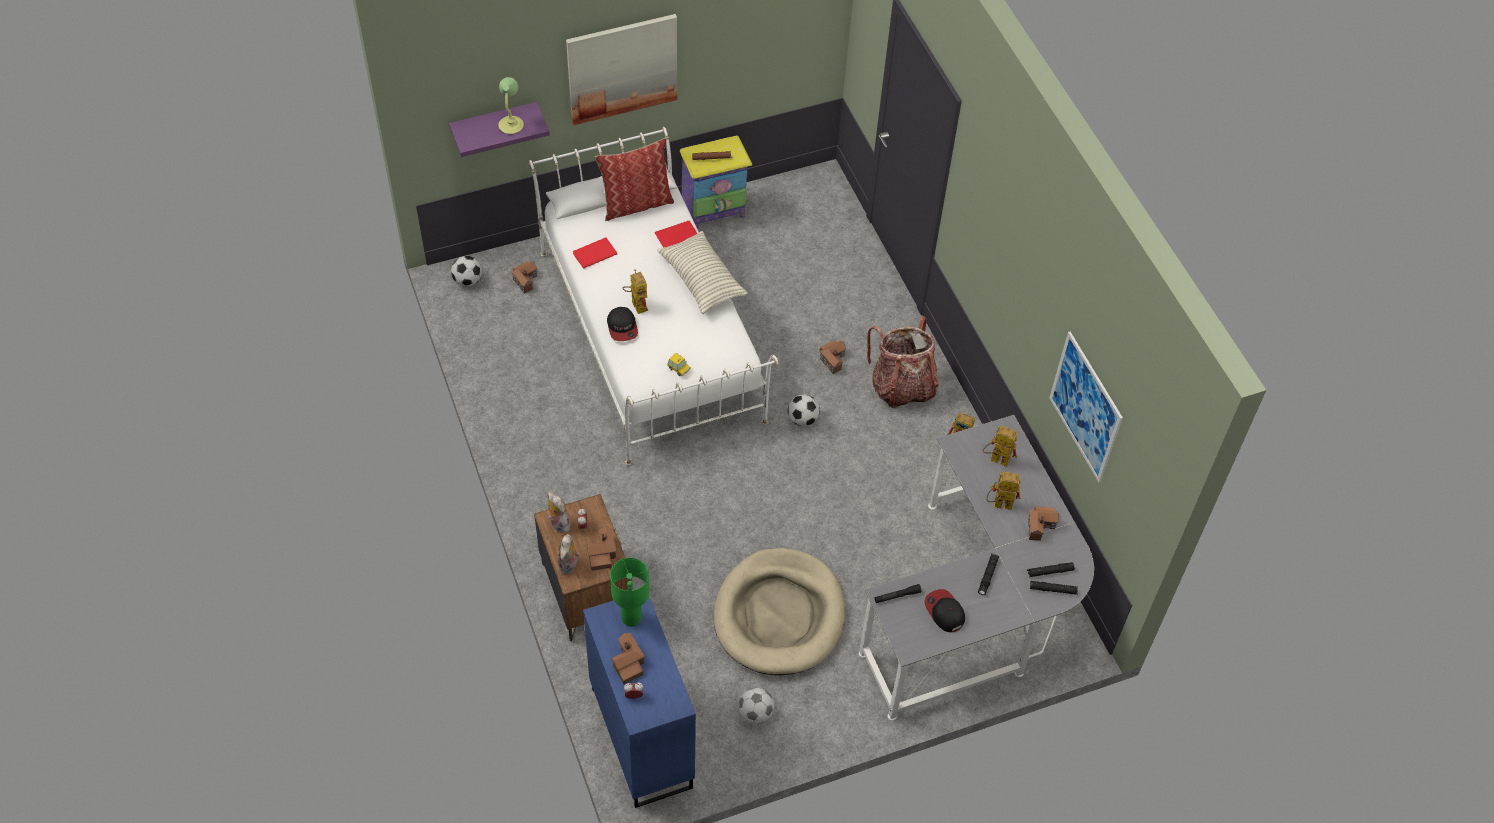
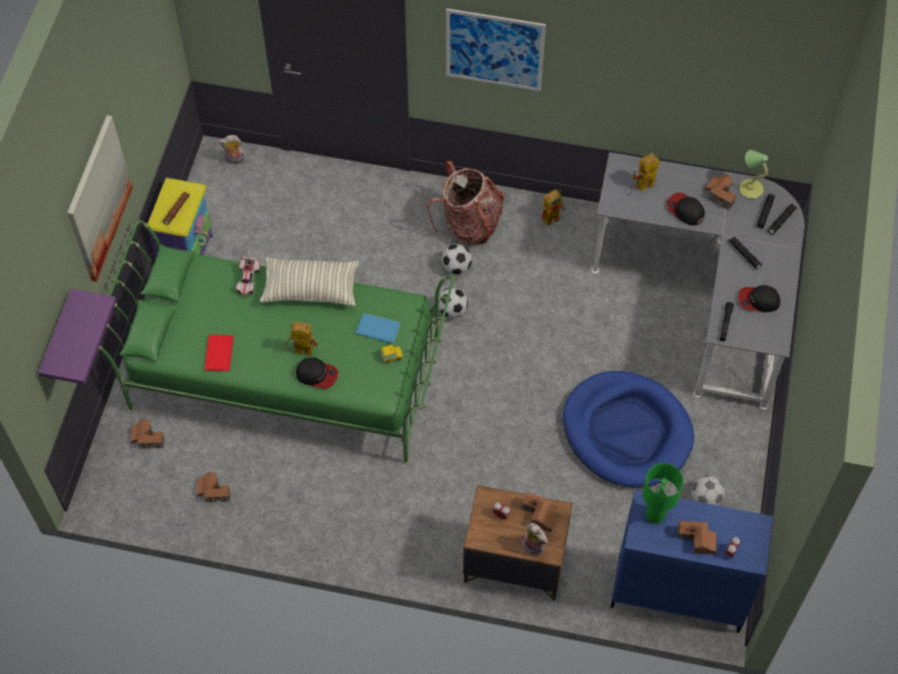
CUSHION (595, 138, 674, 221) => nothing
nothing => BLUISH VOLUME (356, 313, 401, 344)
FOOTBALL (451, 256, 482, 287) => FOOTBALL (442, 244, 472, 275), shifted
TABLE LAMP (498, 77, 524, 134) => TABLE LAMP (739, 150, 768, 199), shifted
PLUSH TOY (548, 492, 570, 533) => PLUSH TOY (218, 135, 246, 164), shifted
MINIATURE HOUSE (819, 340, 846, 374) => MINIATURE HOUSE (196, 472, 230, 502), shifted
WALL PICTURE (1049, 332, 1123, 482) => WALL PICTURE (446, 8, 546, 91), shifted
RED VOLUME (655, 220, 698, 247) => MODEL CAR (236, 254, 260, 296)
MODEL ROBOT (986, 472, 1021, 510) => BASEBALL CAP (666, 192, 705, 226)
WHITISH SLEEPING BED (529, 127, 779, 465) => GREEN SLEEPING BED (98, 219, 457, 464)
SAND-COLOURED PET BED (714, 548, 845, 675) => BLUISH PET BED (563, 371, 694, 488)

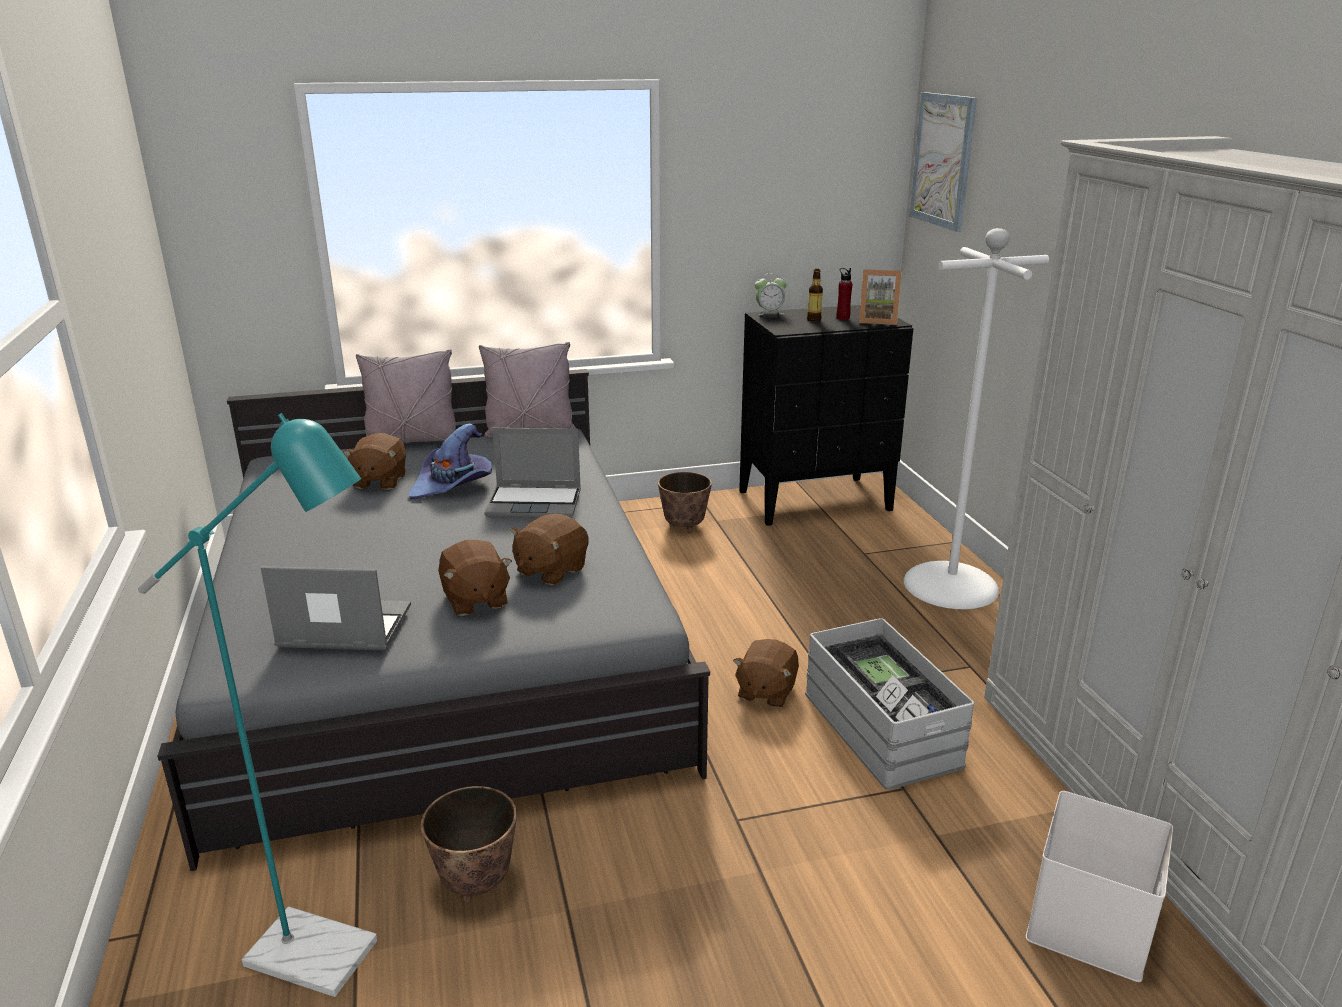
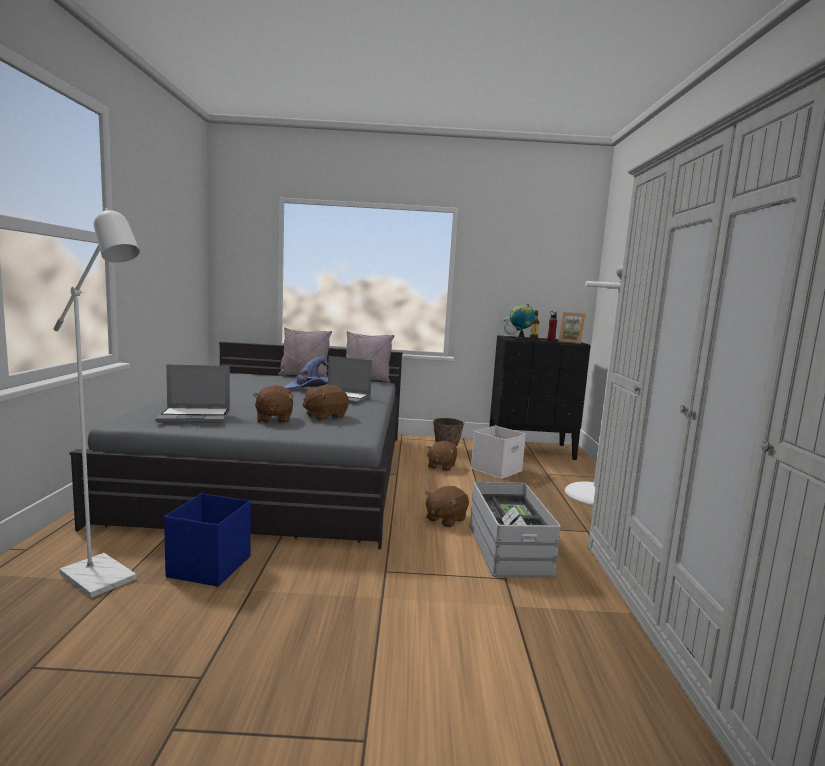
WALL PICTURE (909, 92, 977, 232) => nothing
nothing => DESK GLOBE (510, 304, 535, 340)
BROWN-COLOURED PLUSH TOY (343, 433, 406, 490) => BROWN-COLOURED PLUSH TOY (426, 441, 457, 471), shifted
WHITISH STORAGE BIN (1026, 791, 1173, 982) => WHITISH STORAGE BIN (471, 426, 526, 479), shifted
FLOWER POT (420, 786, 517, 902) => BLUISH STORAGE BIN (164, 493, 251, 587)
BLUE-GREEN STANDARD LAMP (138, 413, 377, 997) => WHITISH STANDARD LAMP (53, 208, 140, 598)
PORTABLE COMPUTER (261, 566, 411, 650) => PORTABLE COMPUTER (155, 364, 230, 423), 150 degrees clockwise

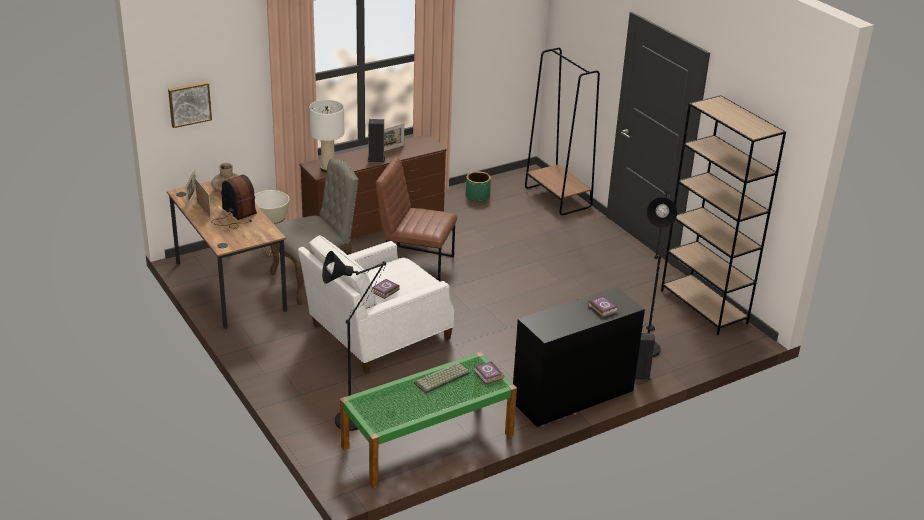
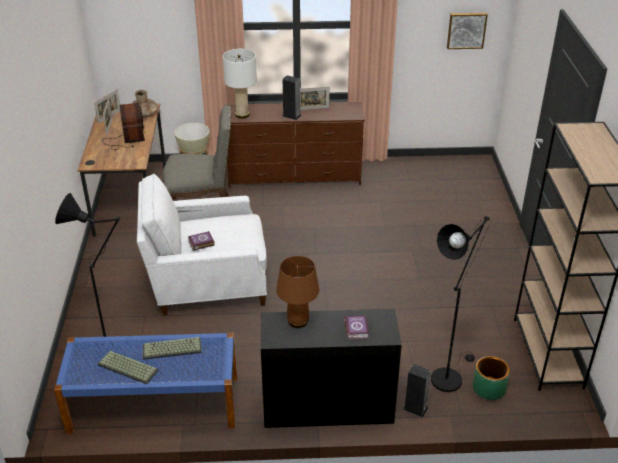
BROWN-COLOURED UPRIGHT CHAIR (376, 158, 457, 282) => nothing
VOLUME (474, 361, 503, 384) => nothing
CLOTHES RACK (525, 48, 600, 215) => nothing
nothing => KEYBOARD (98, 351, 159, 384)
nothing => BROWN-COLOURED TABLE LAMP (276, 256, 319, 328)
WALL PICTURE (168, 82, 212, 128) => WALL PICTURE (447, 13, 488, 49), shifted
GREEN FLOWER POT (466, 171, 491, 201) => GREEN FLOWER POT (473, 356, 510, 400), shifted
GREEN INDOOR BENCH (340, 352, 517, 488) => BLUISH INDOOR BENCH (54, 333, 237, 434)

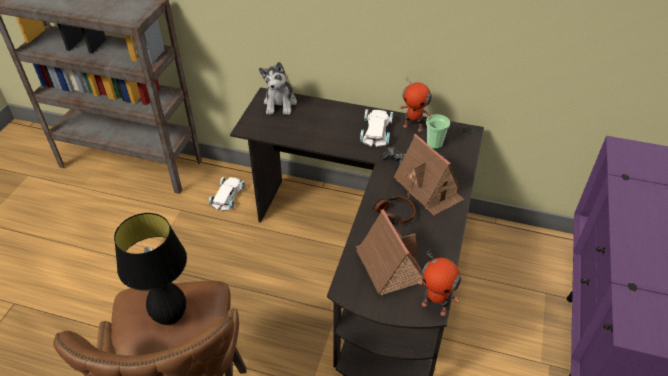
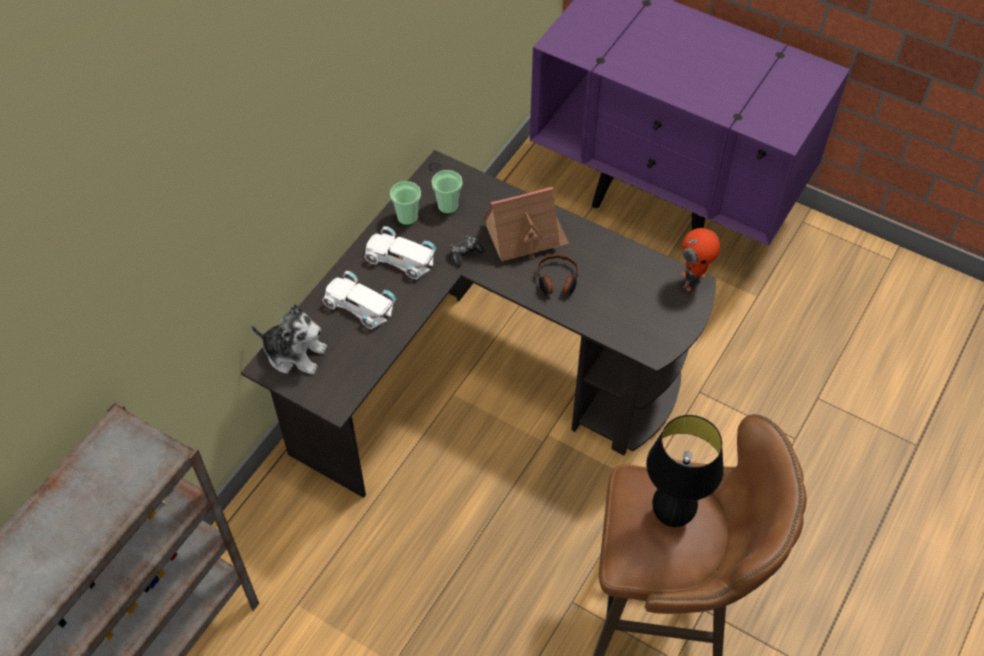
MINIATURE HOUSE (356, 209, 423, 295) => nothing
WHITISH MODEL CAR (209, 177, 245, 211) => WHITISH MODEL CAR (322, 271, 396, 329), shifted
MODEL ROBOT (400, 78, 432, 132) => CUP (390, 181, 421, 225)

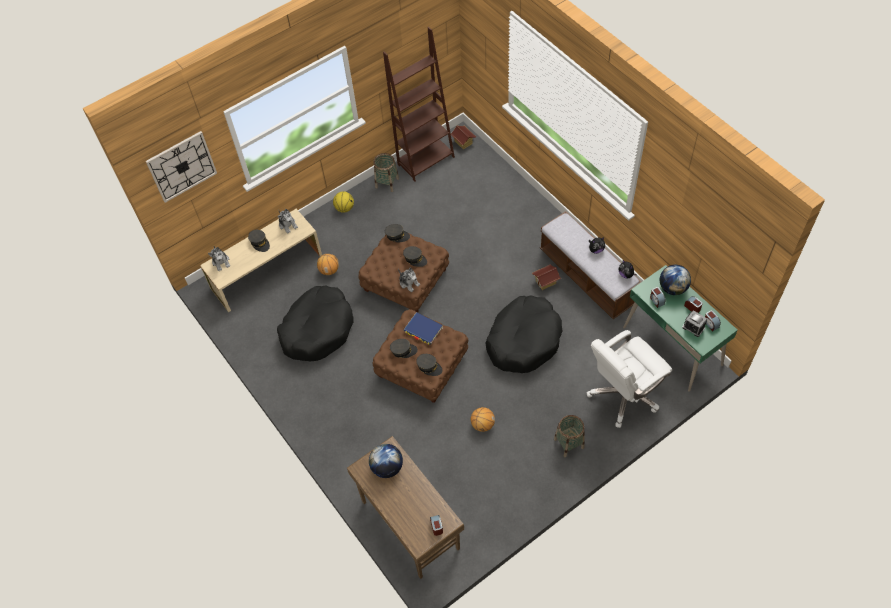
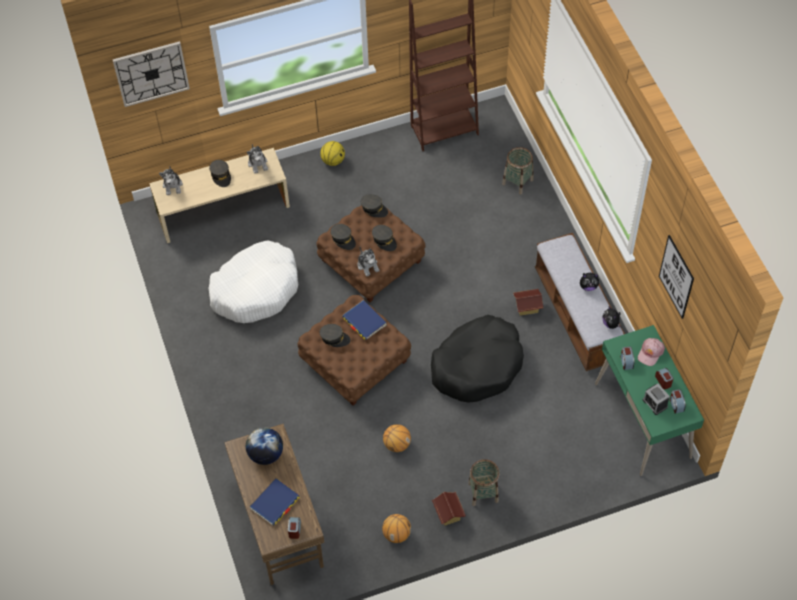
WHITISH COMPUTER CHAIR (587, 330, 672, 428) => nothing
nothing => BLUISH VOLUME (250, 478, 300, 526)
nothing => WALL PICTURE (659, 235, 694, 319)
BASKETBALL (317, 254, 339, 275) => BASKETBALL (382, 514, 411, 543), shifted
STORAGE BASKET (373, 153, 399, 192) => STORAGE BASKET (502, 147, 533, 195), shifted
GRAY BASEBALL CAP (416, 354, 443, 376) => GRAY BASEBALL CAP (330, 224, 356, 250), shifted
MINIATURE HOUSE (451, 125, 476, 149) => MINIATURE HOUSE (432, 492, 466, 526), shifted
DESK GLOBE (660, 265, 691, 295) => PINKISH BASEBALL CAP (638, 338, 665, 366)
BLACK PET BED (277, 285, 354, 362) => WHITISH PET BED (209, 240, 299, 323)

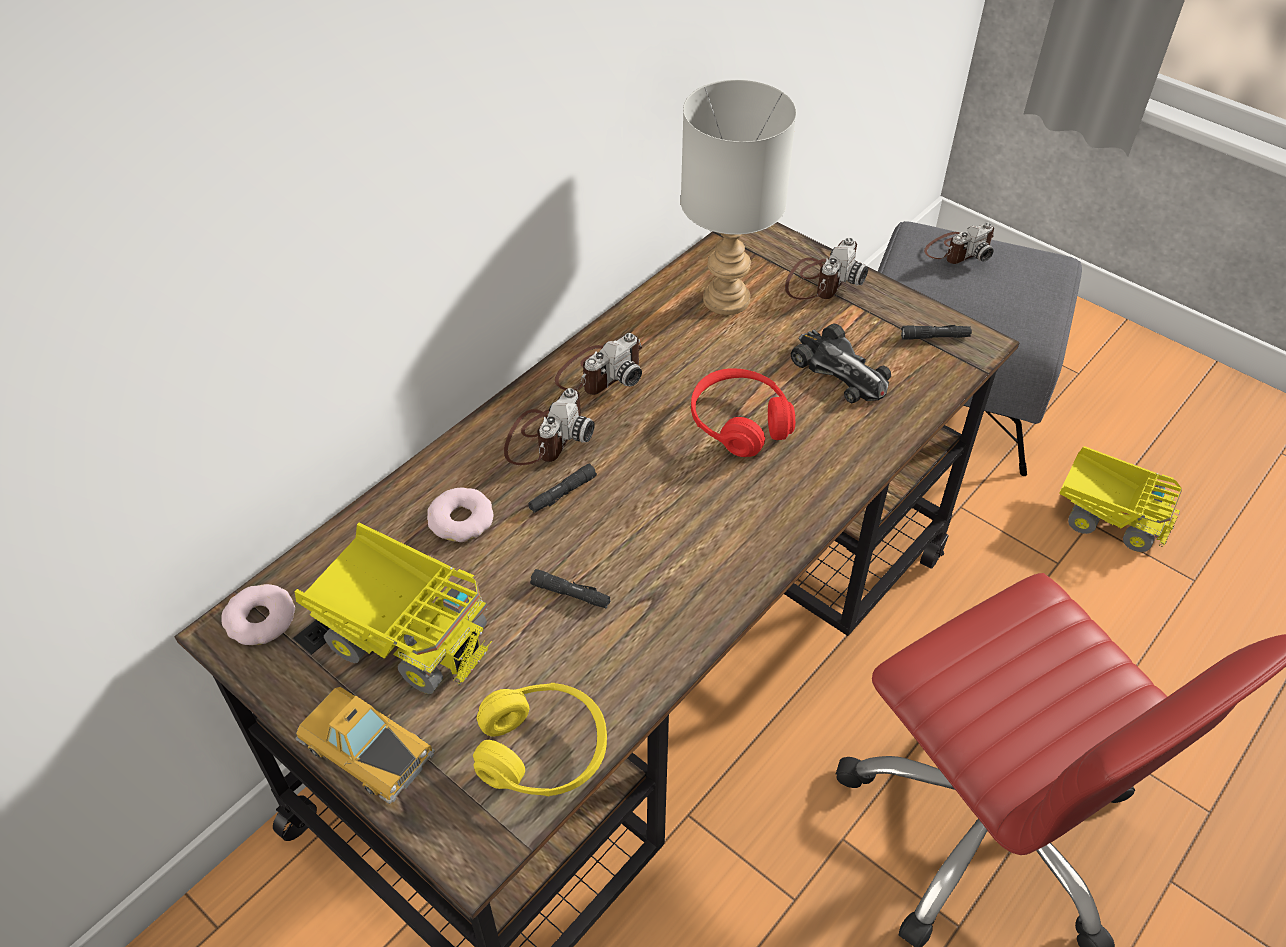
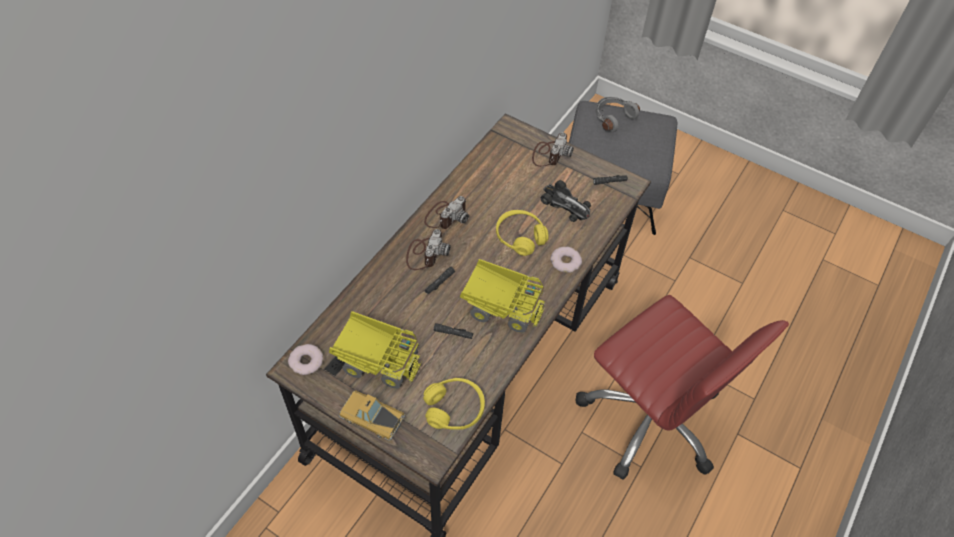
GRAY TABLE LAMP (681, 80, 796, 315) => nothing
RING DOUGHNUT (427, 487, 494, 542) => RING DOUGHNUT (550, 247, 582, 273), shifted
MODEL TRUCK (1059, 446, 1182, 552) => MODEL TRUCK (460, 259, 545, 333), shifted
PHOTO CAMERA (924, 222, 994, 264) => GRAY HEADSET (596, 97, 640, 132)
RED HEADSET (691, 368, 795, 457) => YELLOW HEADSET (496, 210, 549, 256)

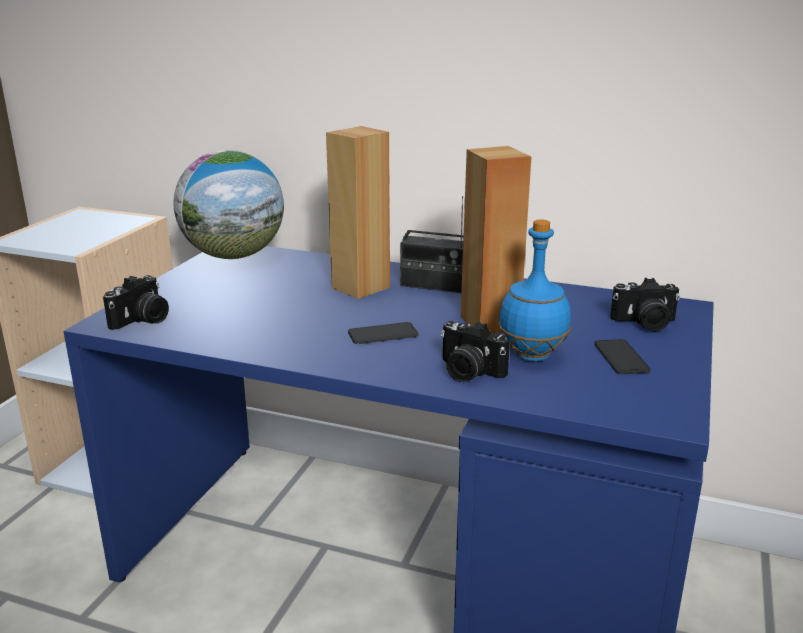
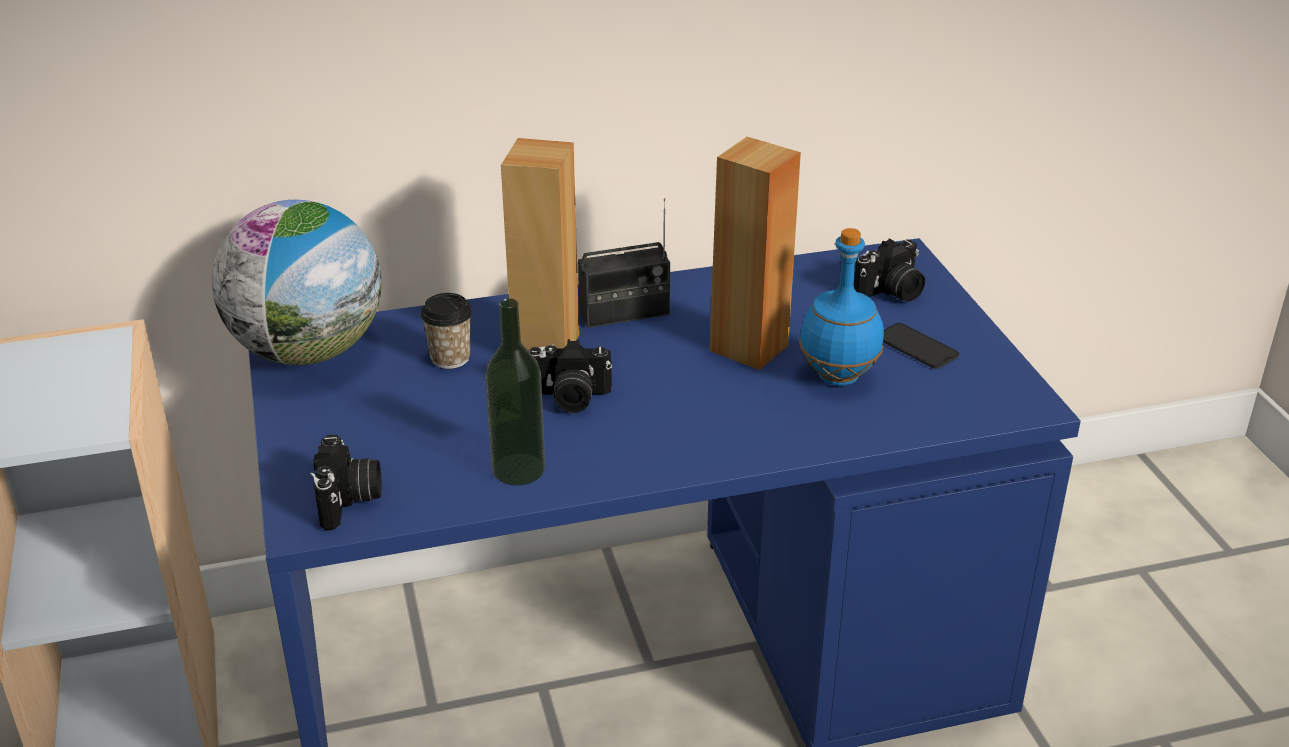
PHONE (348, 322, 418, 344) => nothing
nothing => CUP (421, 293, 472, 369)
nothing => DRINK BOTTLE (485, 298, 545, 485)
PHOTO CAMERA (441, 321, 510, 382) => PHOTO CAMERA (529, 339, 612, 413), shifted

